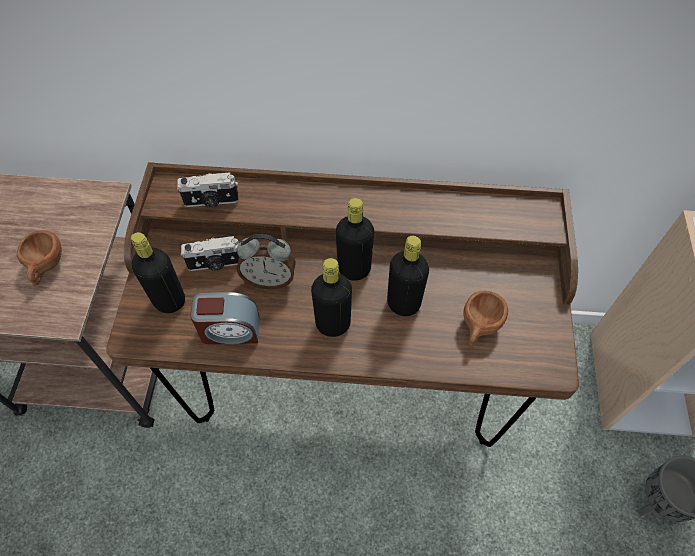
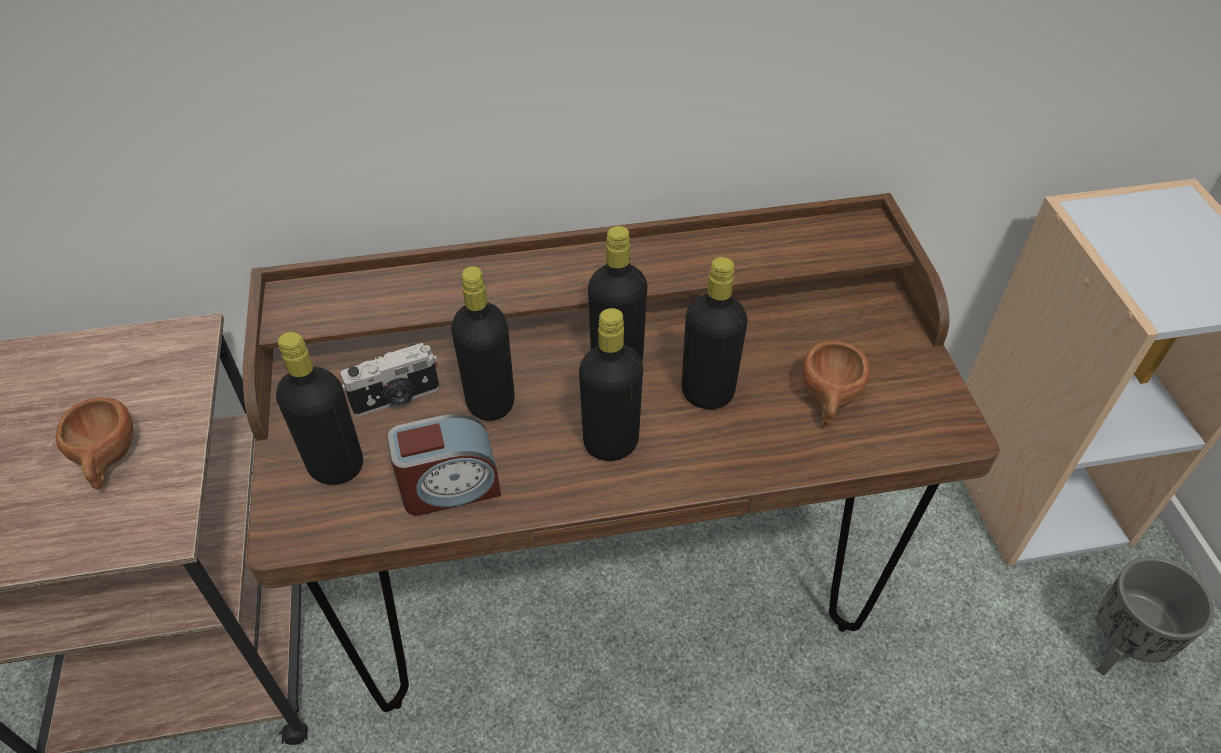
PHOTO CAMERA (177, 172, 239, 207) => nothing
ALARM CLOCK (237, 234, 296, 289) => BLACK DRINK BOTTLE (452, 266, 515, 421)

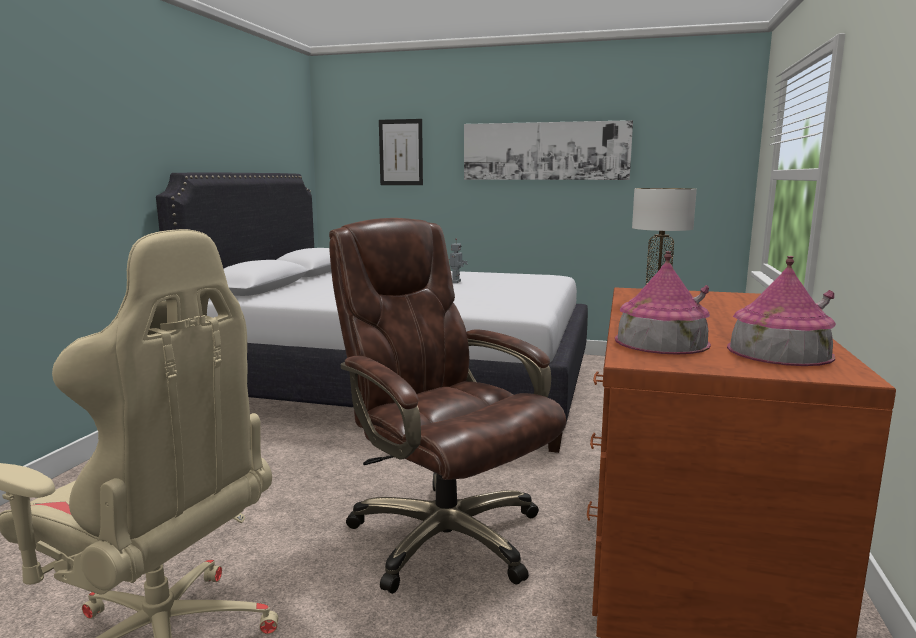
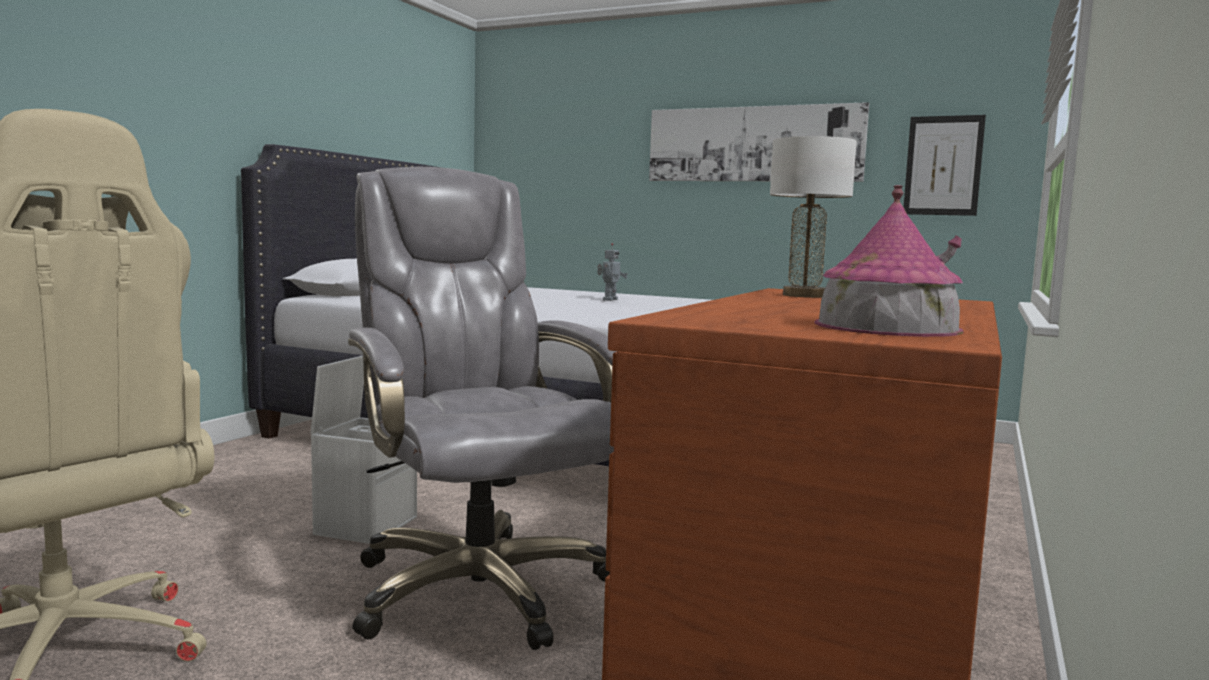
MINIATURE HOUSE (615, 251, 711, 355) => nothing
nothing => WHITISH STORAGE BIN (311, 356, 417, 544)
WALL PICTURE (379, 119, 423, 185) => WALL PICTURE (904, 115, 986, 216), shifted
BROWN-COLOURED COMPUTER CHAIR (329, 218, 566, 594) => GRAY COMPUTER CHAIR (348, 167, 618, 650)

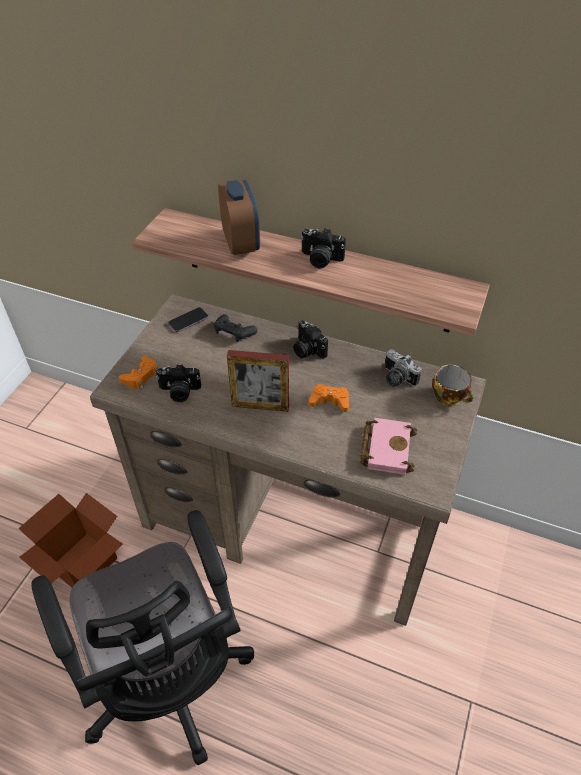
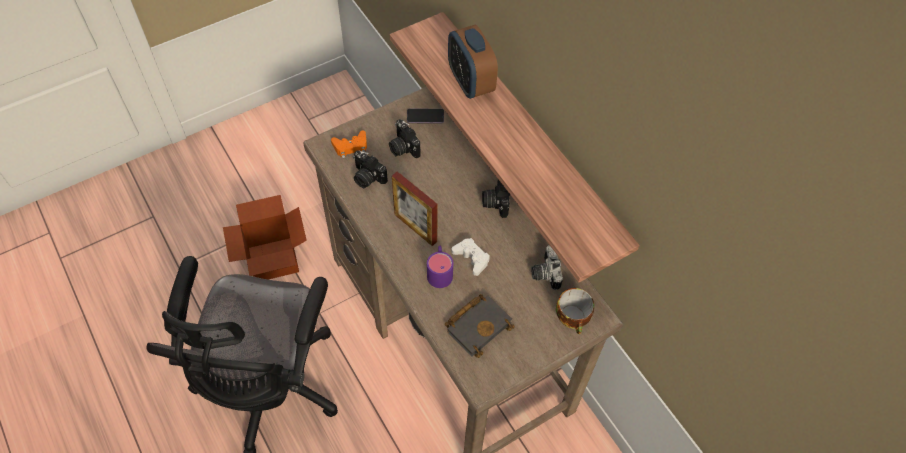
BLACK GAME CONTROLLER (214, 314, 257, 342) => nothing
nothing => PURPLE-COLOURED MUG (427, 246, 453, 288)
PHOTO CAMERA (301, 228, 346, 268) => PHOTO CAMERA (389, 119, 420, 158), shifted
ORANGE-COLOURED GAME CONTROLLER (309, 384, 349, 412) => WHITISH GAME CONTROLLER (451, 238, 490, 276)
PINKISH VOLUME (360, 418, 417, 475) => BLACK VOLUME (445, 294, 515, 358)
ALARM CLOCK (218, 180, 260, 255) => ALARM CLOCK (448, 25, 498, 99), 135 degrees clockwise

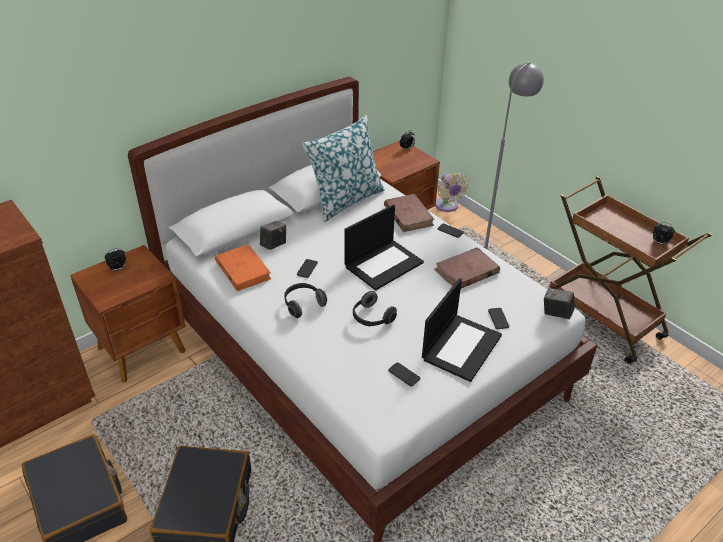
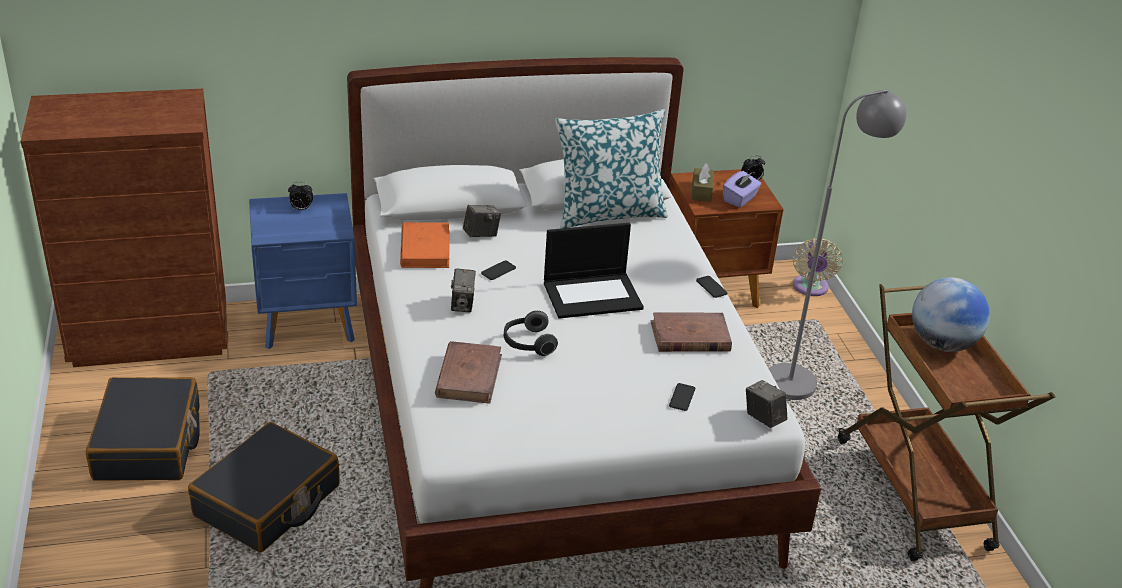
PHONE (388, 362, 420, 386) => nothing
PORTABLE COMPUTER (422, 278, 502, 382) => nothing
ALARM CLOCK (653, 222, 675, 246) => nothing
nothing => BROWN-COLOURED BOX OF TISSUES (691, 164, 714, 202)
nothing => PURPLE-COLOURED BOX OF TISSUES (723, 171, 761, 208)
nothing => DESK GLOBE (912, 277, 990, 352)
BROWN-COLOURED VOLUME (384, 194, 435, 232) => BROWN-COLOURED VOLUME (435, 341, 502, 404), shifted
HEADSET (285, 283, 327, 318) => PHOTO CAMERA (451, 268, 476, 312)
BROWN-COLOURED BEDSIDE TABLE (70, 245, 186, 383) => BLUISH BEDSIDE TABLE (249, 193, 357, 349)

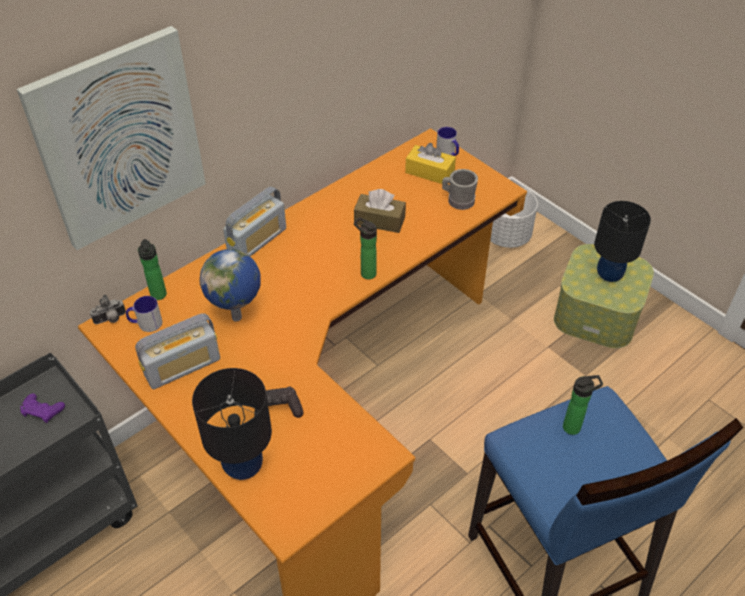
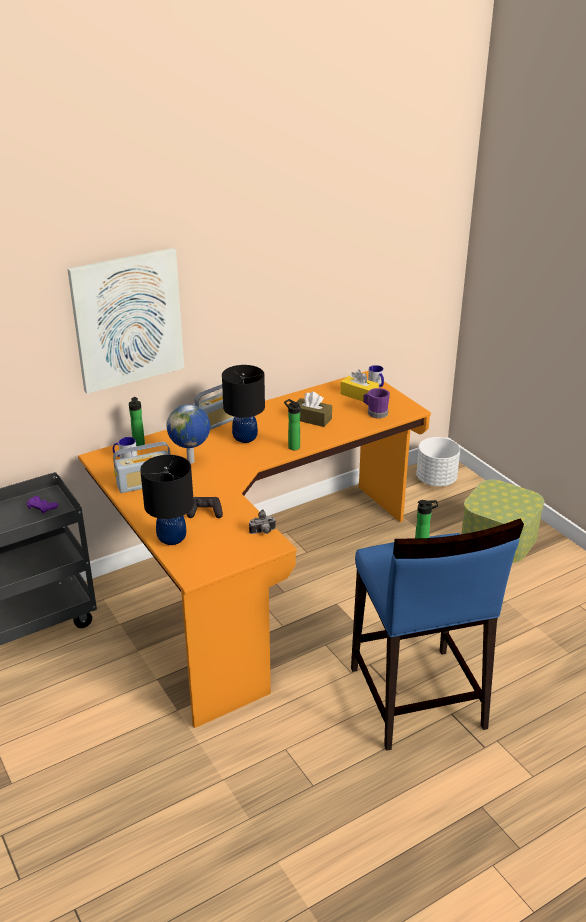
PHOTO CAMERA (90, 295, 126, 324) => PHOTO CAMERA (249, 510, 276, 534), shifted
BLACK TABLE LAMP (594, 201, 651, 282) => BLACK TABLE LAMP (222, 365, 265, 443), shifted
GRAY MUG (442, 169, 478, 210) => PURPLE-COLOURED MUG (363, 388, 390, 419)

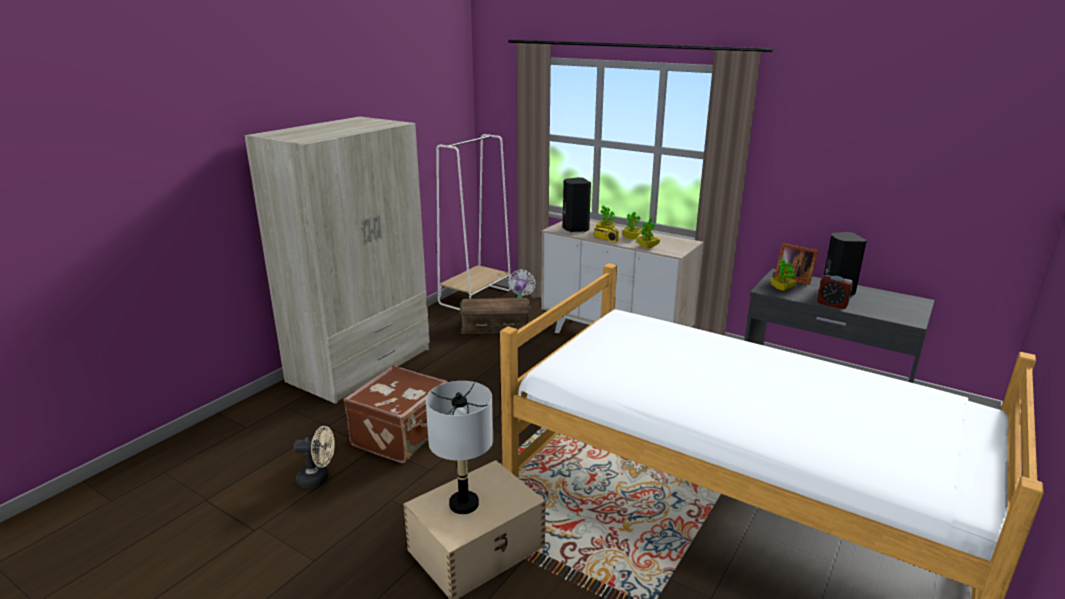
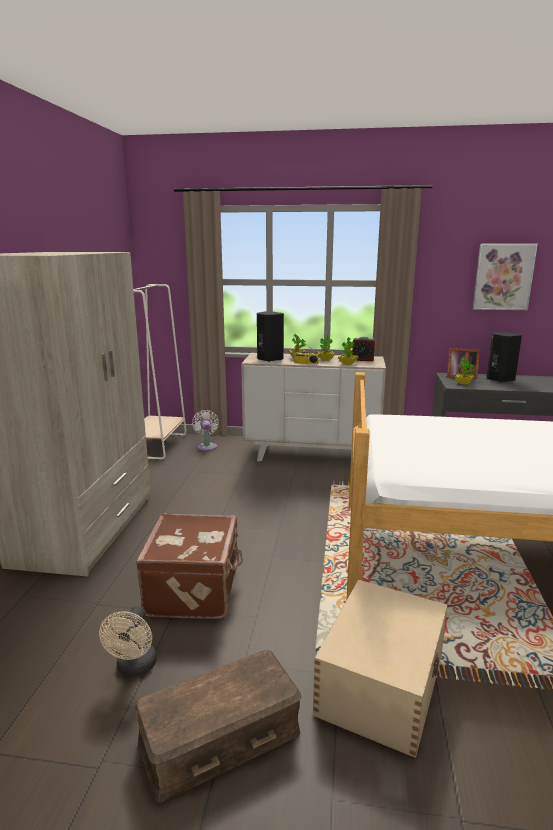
GRAY TABLE LAMP (426, 381, 493, 514) => nothing
nothing => WALL PICTURE (473, 244, 538, 311)
BROWN-COLOURED STORAGE BIN (460, 298, 530, 334) => BROWN-COLOURED STORAGE BIN (133, 650, 301, 803), shifted
ALARM CLOCK (817, 275, 853, 309) => ALARM CLOCK (352, 336, 375, 361), shifted
SAND-COLOURED COOLING FAN (294, 426, 335, 488) => SAND-COLOURED COOLING FAN (99, 606, 157, 677), 120 degrees clockwise

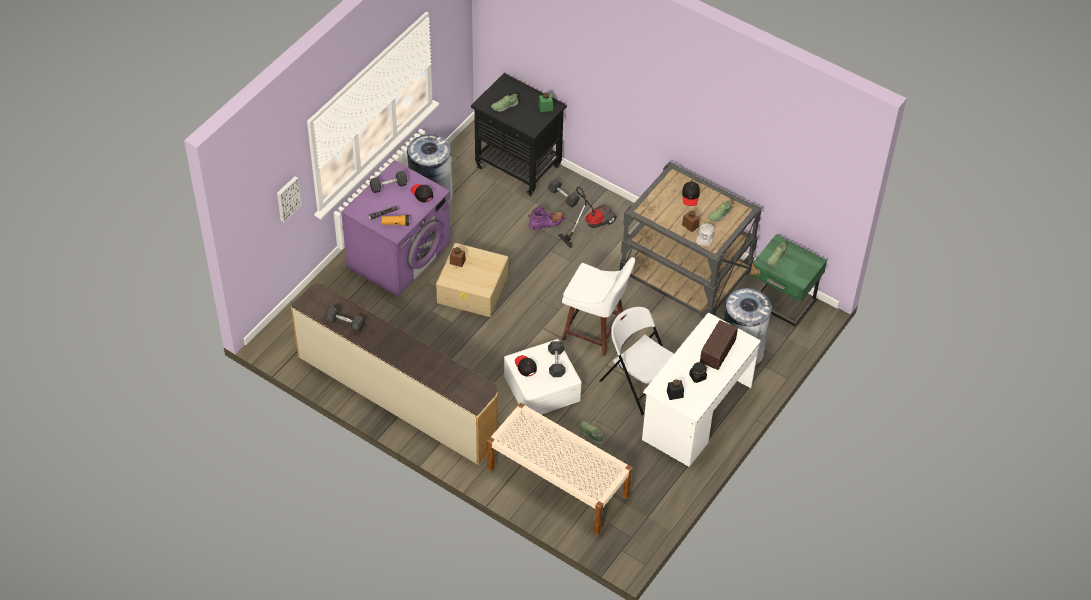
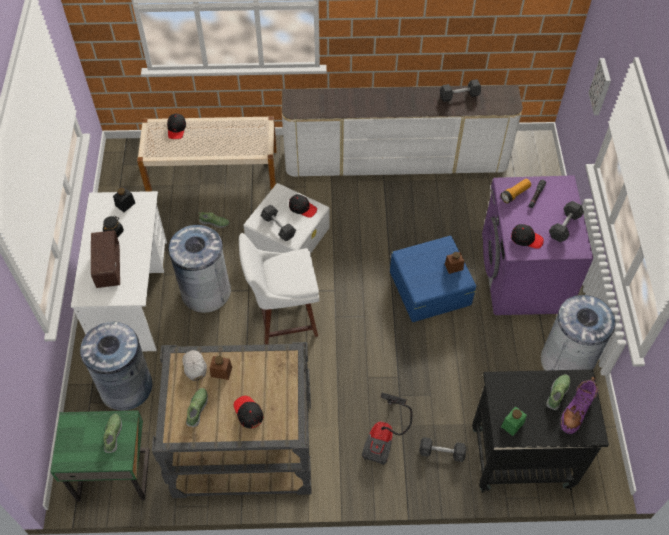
nothing => BLACK BASEBALL CAP (167, 113, 186, 139)
PURPLE-COLOURED BOOT (528, 206, 565, 230) => PURPLE-COLOURED BOOT (560, 377, 598, 434), shifted
WHITISH UPRIGHT CHAIR (600, 307, 674, 416) => GRAY TRASH CAN (168, 225, 231, 313)
BROWN-COLOURED STORAGE CABINET (291, 284, 498, 465) => WHITISH STORAGE CABINET (282, 85, 523, 177)
SAND-COLOURED STORAGE BIN (436, 243, 508, 317) => BLUISH STORAGE BIN (390, 236, 476, 322)

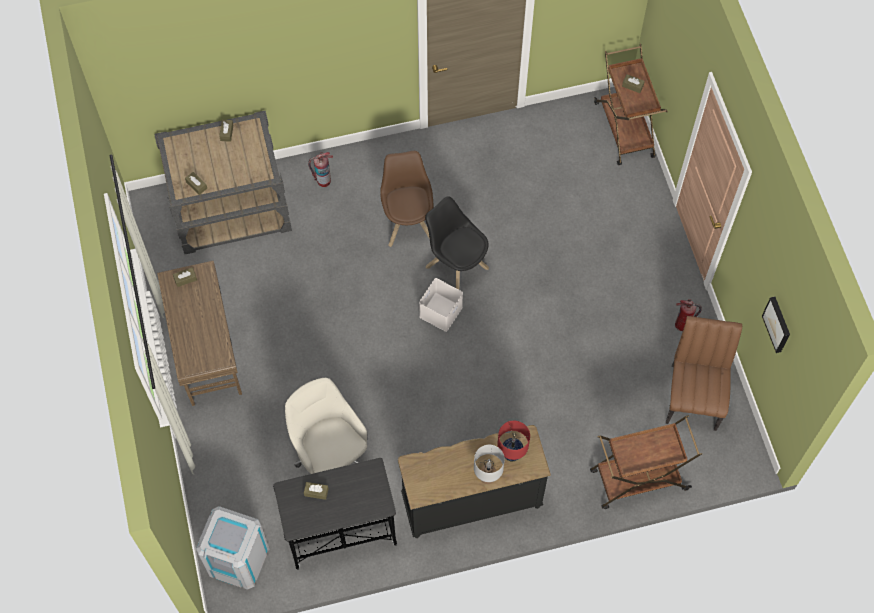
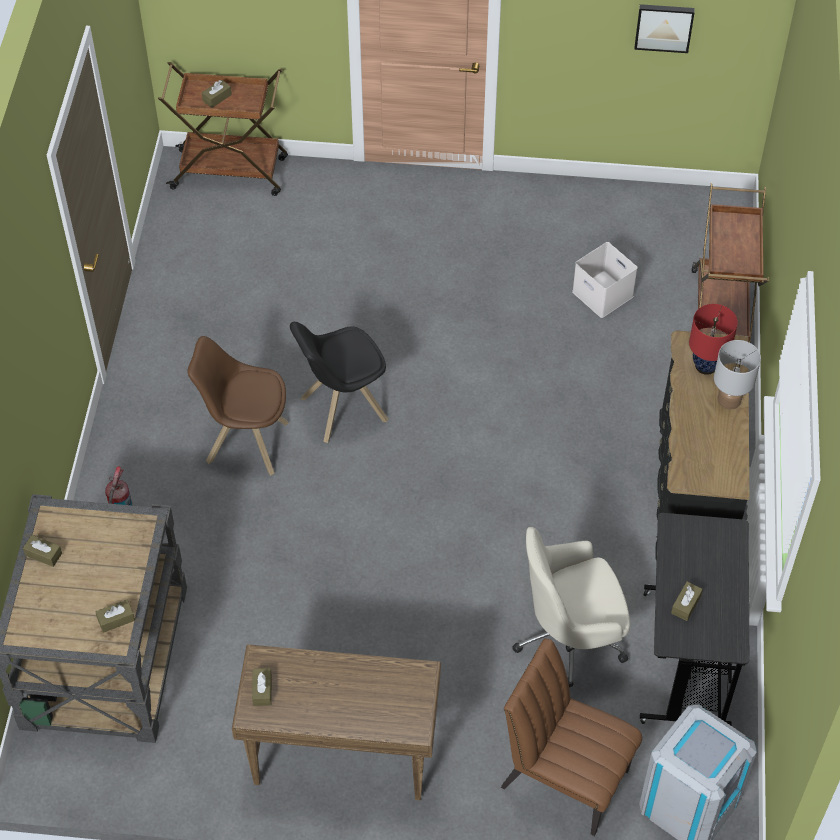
FIRE EXTINGUISHER (675, 299, 702, 331) => nothing
WHITISH STORAGE BIN (419, 278, 463, 332) => WHITISH STORAGE BIN (572, 242, 638, 318), shifted
BROWN-COLOURED UPRIGHT CHAIR (666, 316, 742, 431) => BROWN-COLOURED UPRIGHT CHAIR (501, 638, 642, 836), shifted

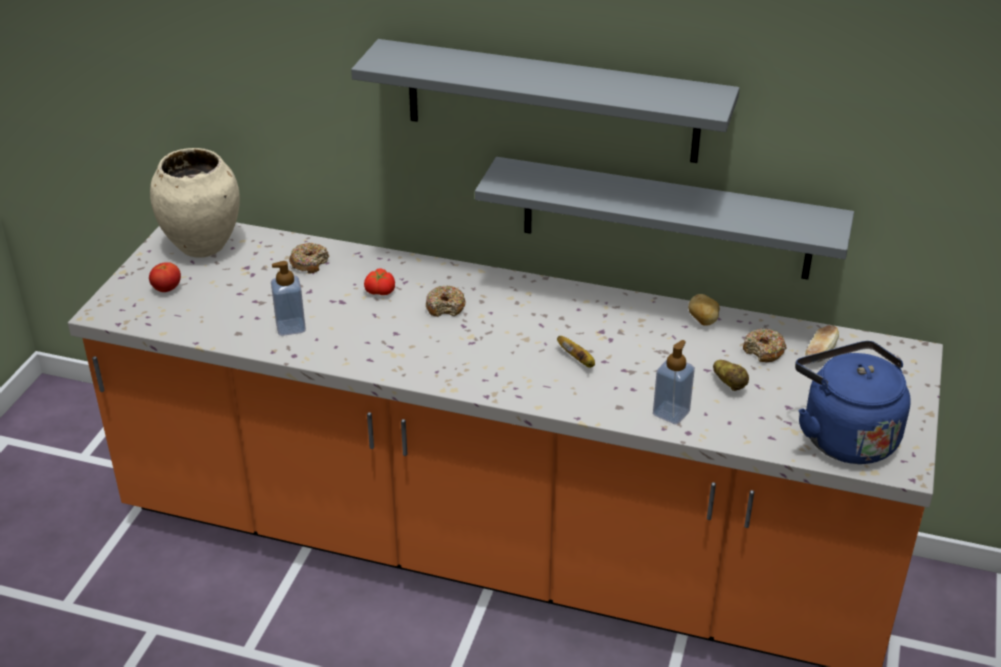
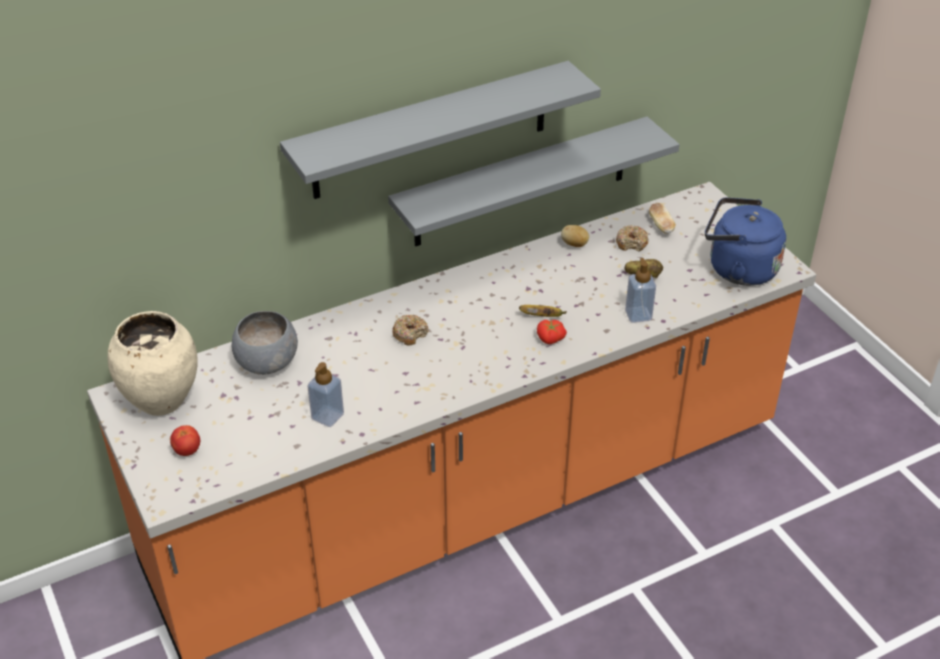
TOMATO (364, 268, 395, 295) => TOMATO (537, 320, 567, 344), shifted
RING DOUGHNUT (289, 243, 329, 274) => GRAY BOWL (232, 311, 298, 375)

